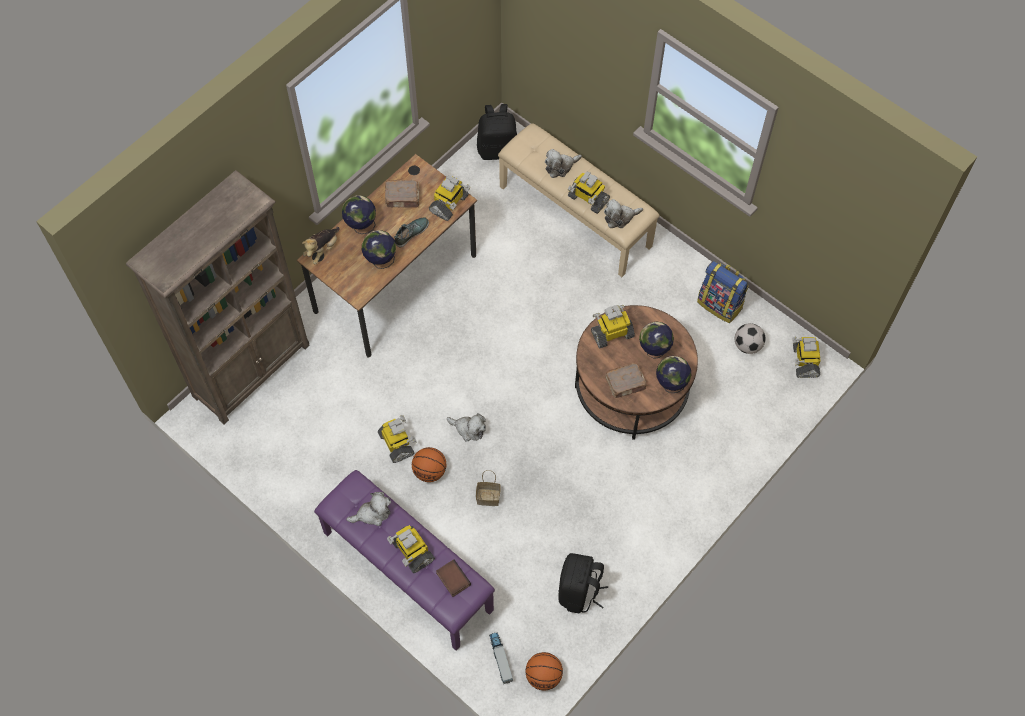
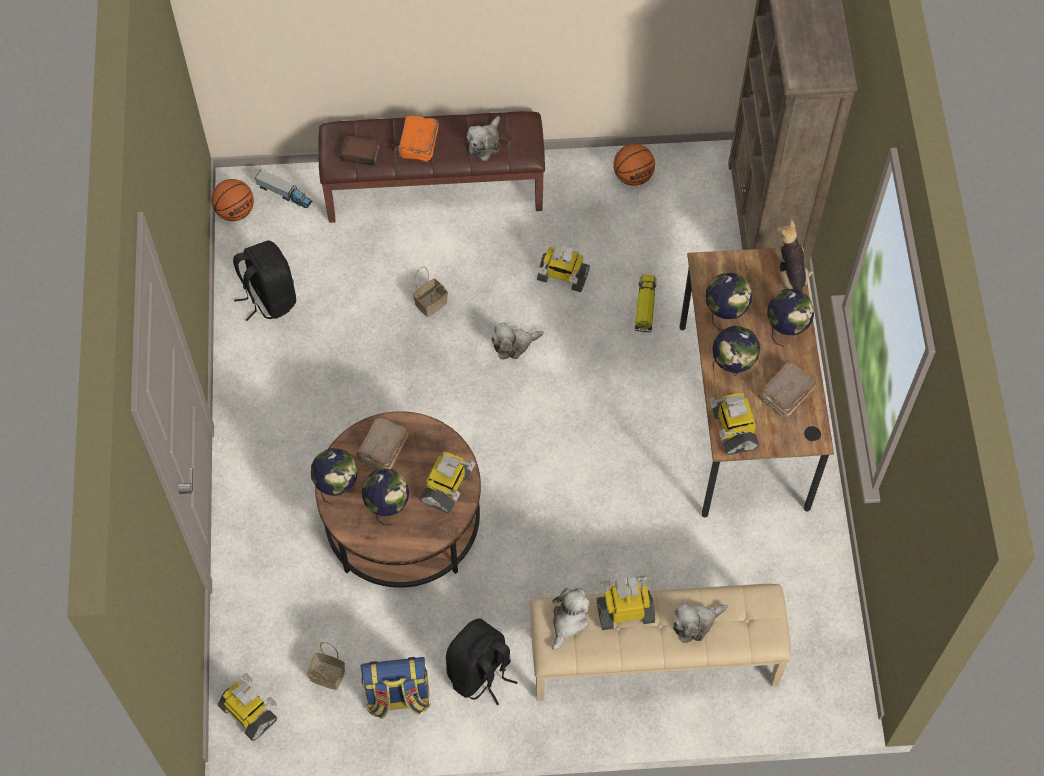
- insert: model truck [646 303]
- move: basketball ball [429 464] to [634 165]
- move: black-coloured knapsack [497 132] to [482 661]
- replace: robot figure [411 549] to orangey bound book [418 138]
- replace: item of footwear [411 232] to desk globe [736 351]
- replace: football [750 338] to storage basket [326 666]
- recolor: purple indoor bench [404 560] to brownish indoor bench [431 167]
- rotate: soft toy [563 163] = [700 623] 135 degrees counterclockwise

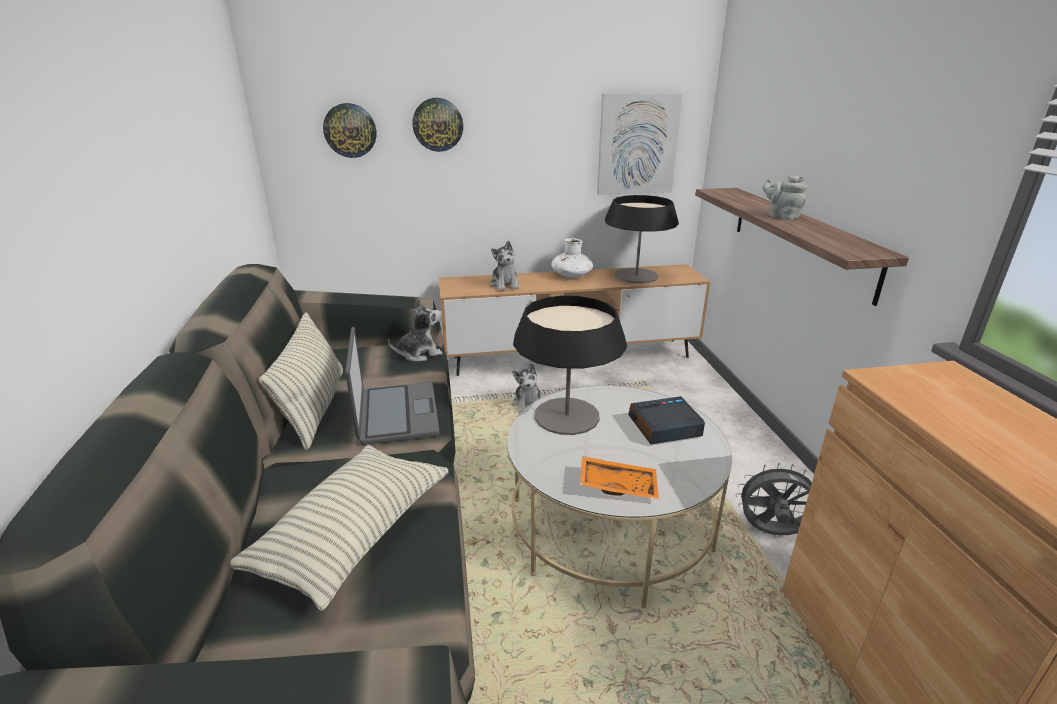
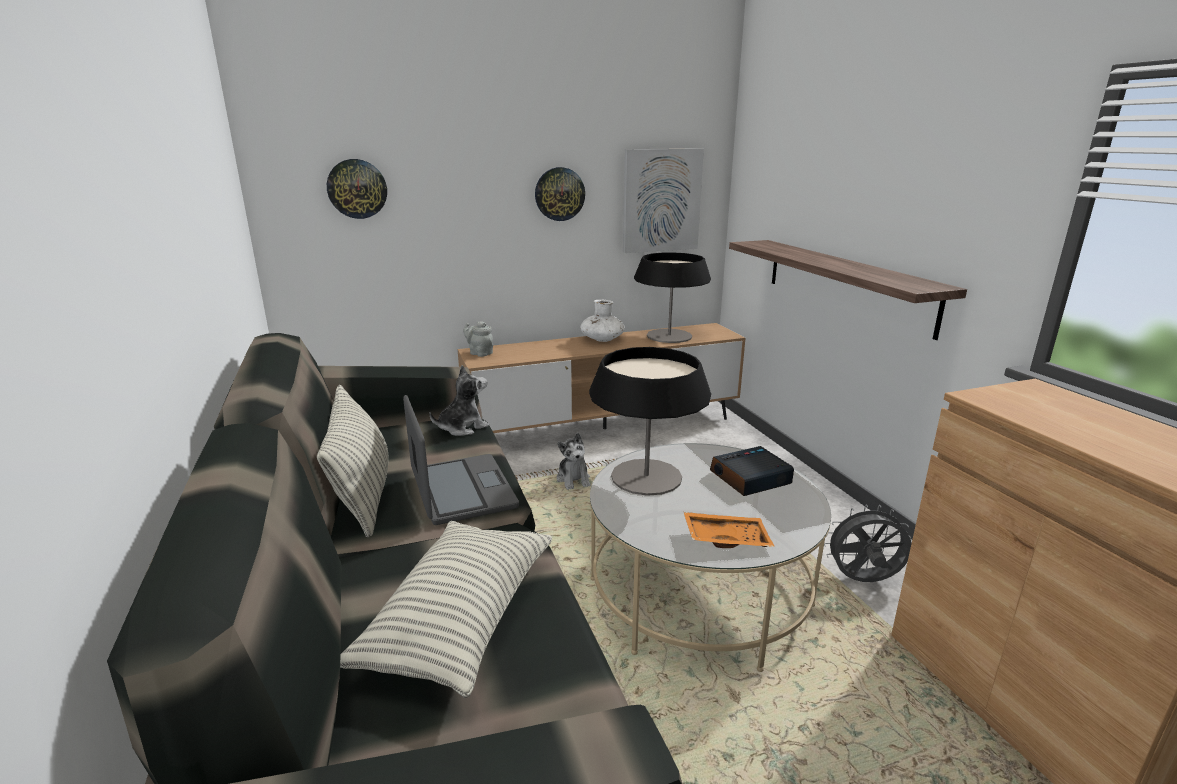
- delete: soft toy [505 266]
- move: clock on the wall [438 125] to [560 194]
- move: gray pot for tea [785 197] to [478 339]

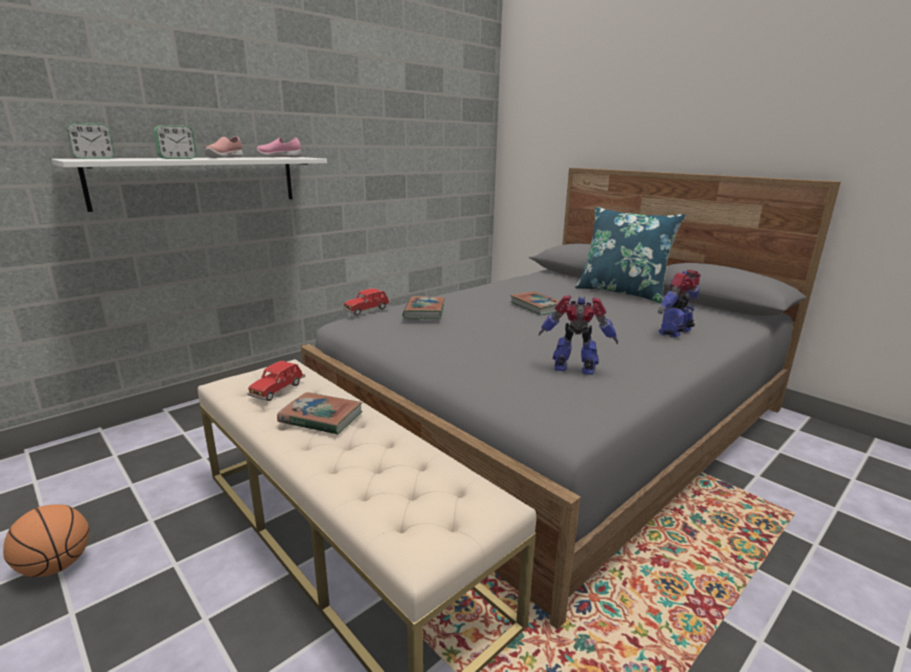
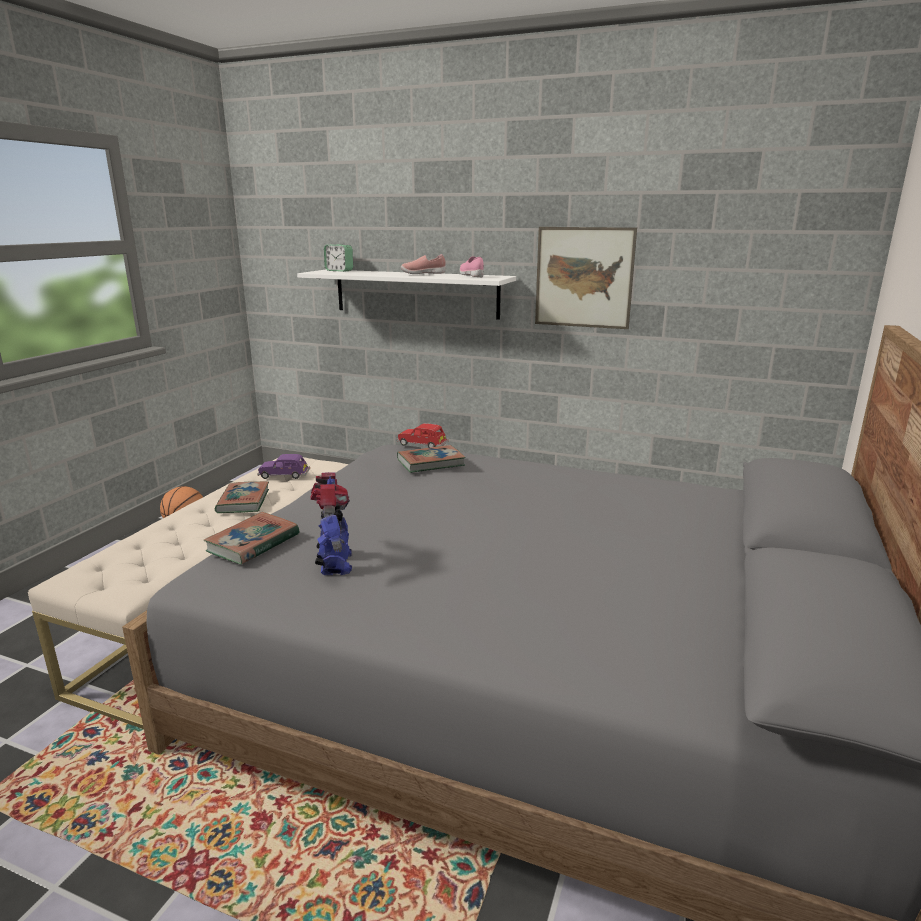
- delete: table clock [175 142]
- delete: blue throw pillow [630 255]
- delete: robot figure [679 304]
- insert: picture [586 278]
- move: bound book [535 303] to [251 538]
- recolor: reddish model car [276 381] to purple model car [283 466]

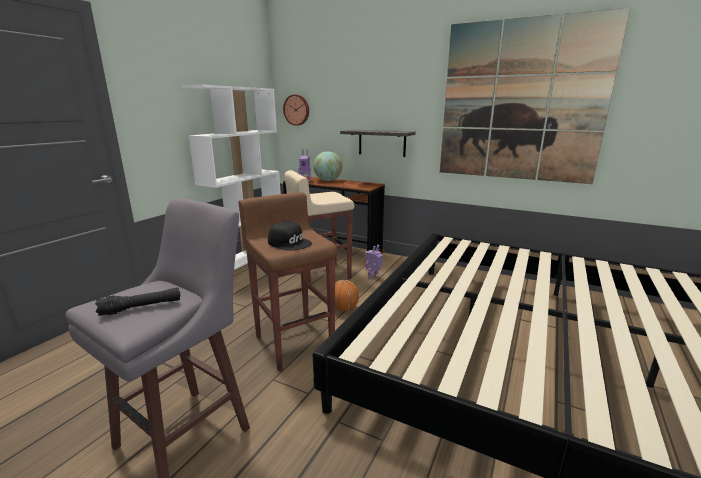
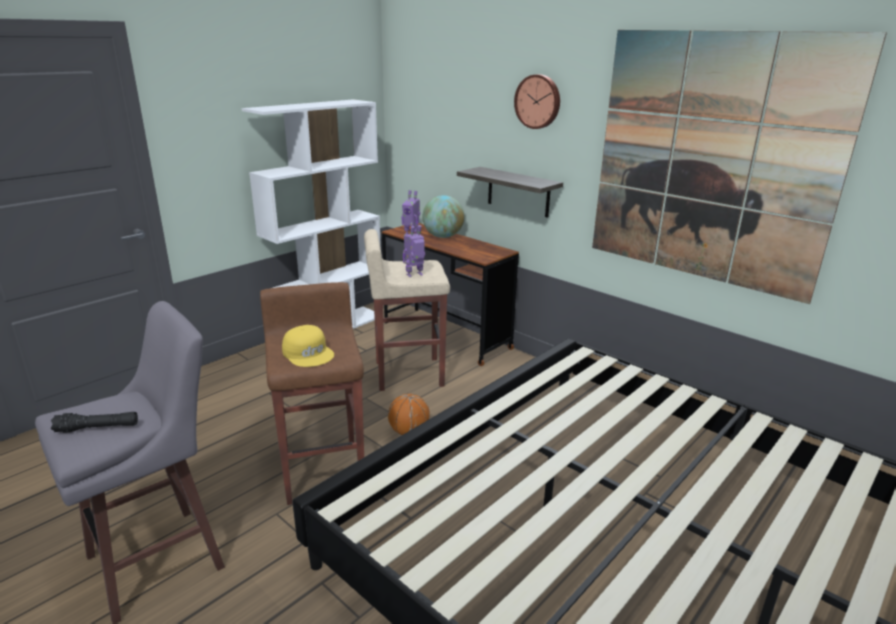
- move: clock on the wall [296 110] to [537 101]
- move: robot figure [374 262] to [414 251]
- recolor: black-coloured cap [290 236] to yellowish cap [308 346]

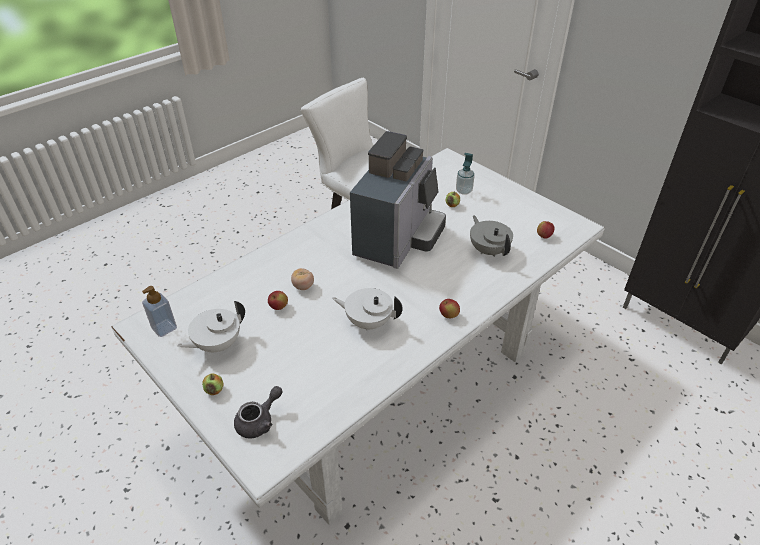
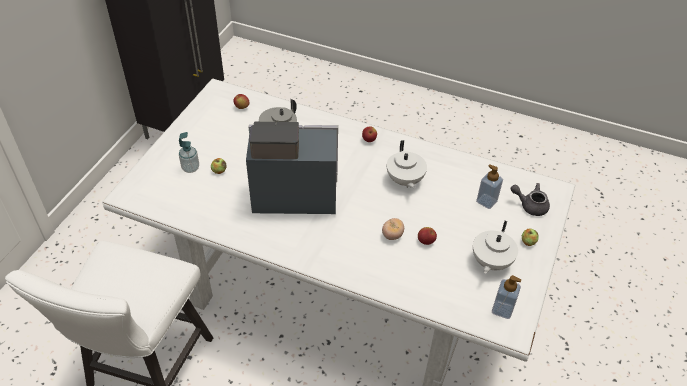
- insert: soap dispenser [489 186]
- rotate: white-coloured pot for tea [211 326] = [495 247] 90 degrees clockwise

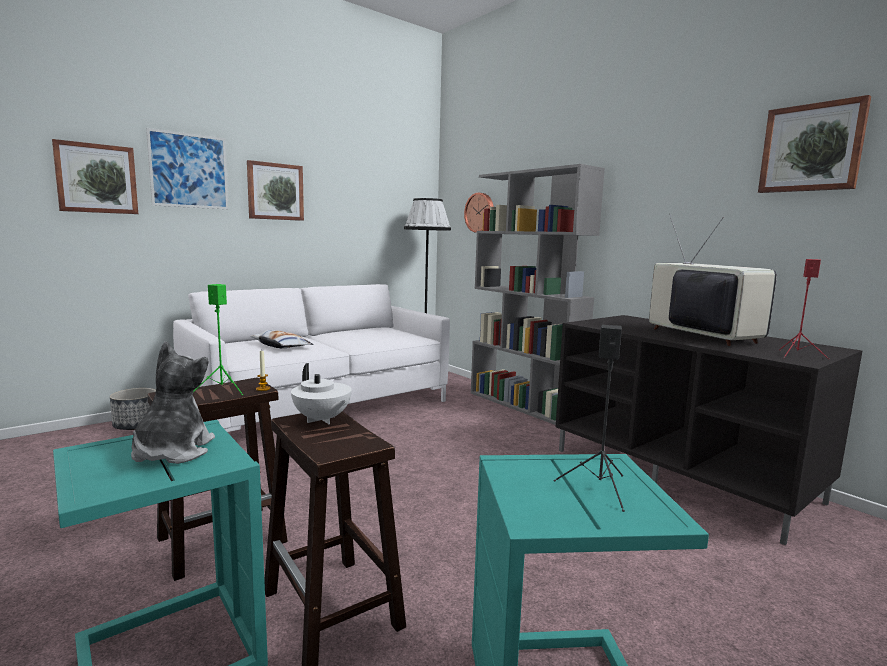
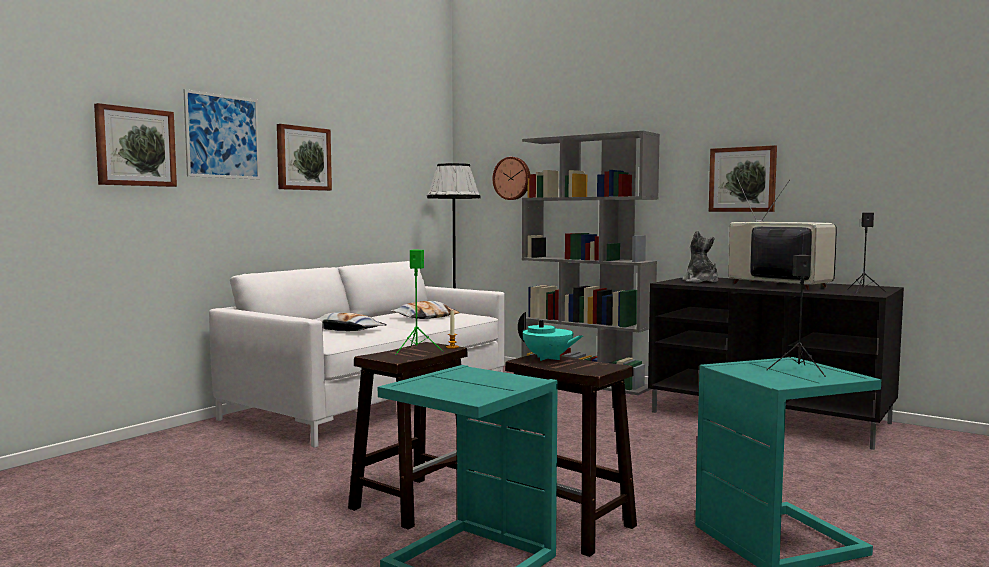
- delete: plant pot [133 409]
- insert: throw pillow [425 310]
- move: soft toy [173 402] to [700 256]
- move: picture [814 144] to [743 178]
- recolor: white-coloured pot for tea [321 393] to turquoise-coloured pot for tea [550 336]
- recolor: reddish loudspeaker [804 309] to black-coloured loudspeaker [867 253]

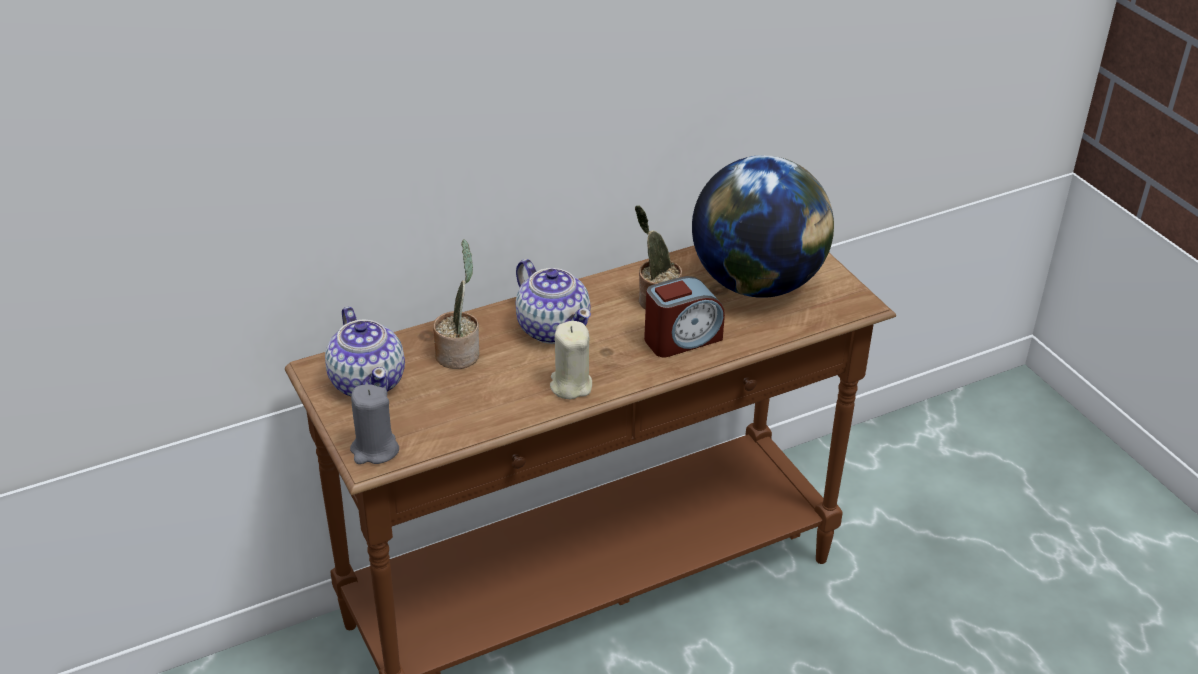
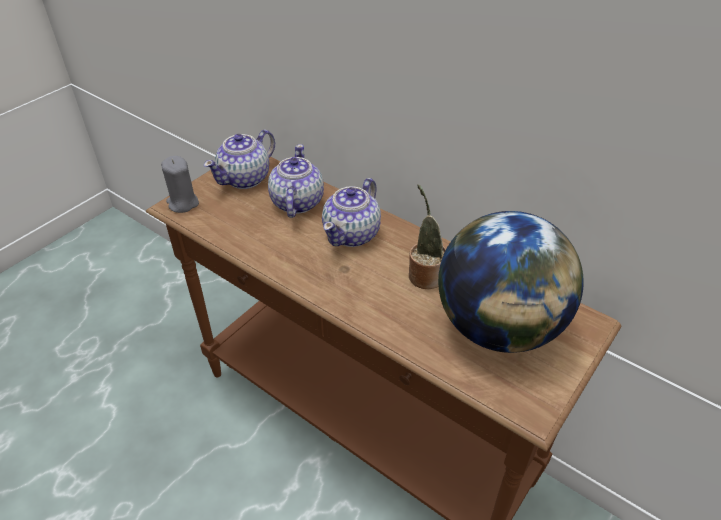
- delete: sand-coloured candle [571 360]
- delete: table clock [684 316]
- replace: potted plant [456 304] to pot for tea [296 181]

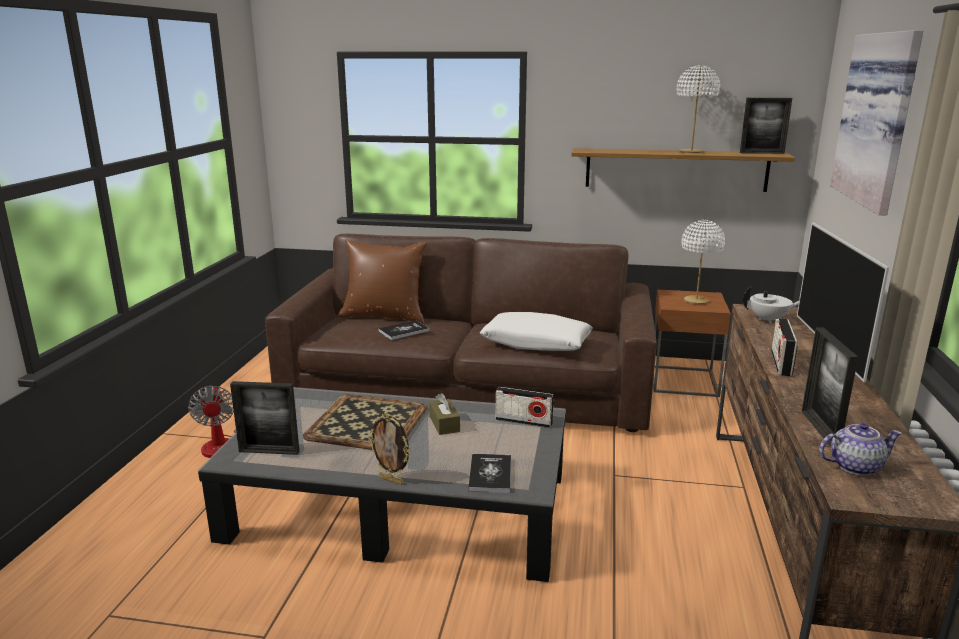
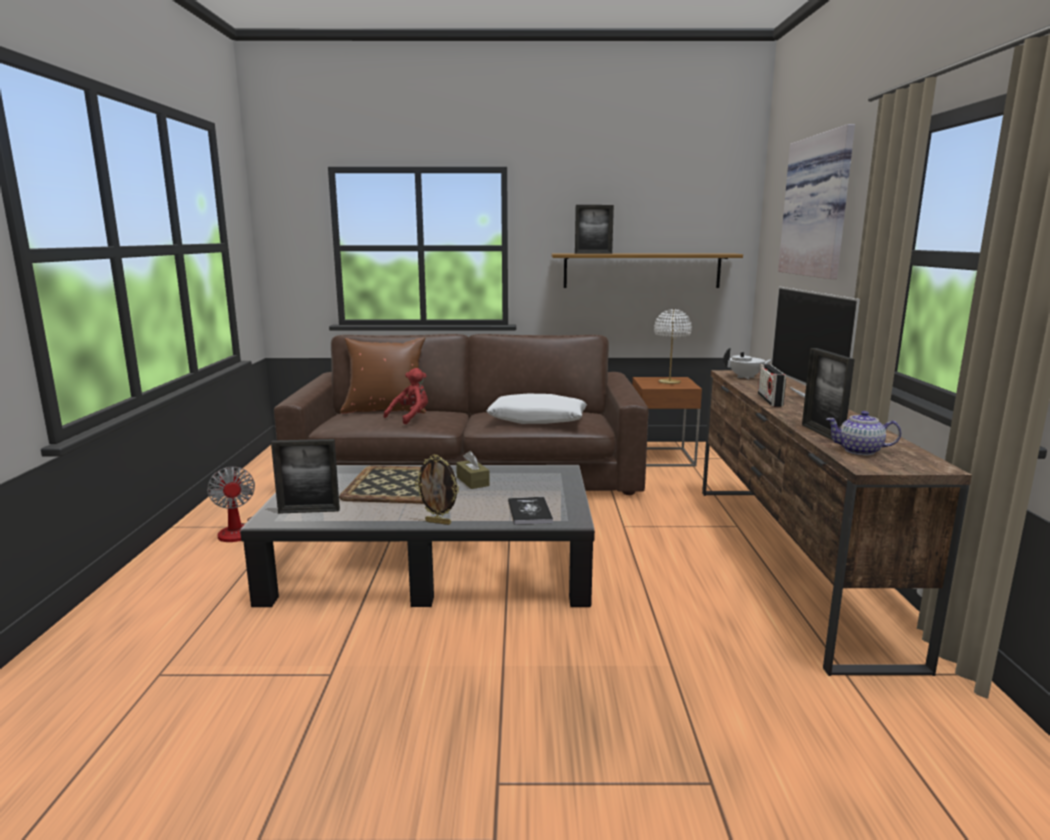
- delete: radio receiver [525 407]
- delete: white-coloured tabletop lamp [698 109]
- move: standing frame [766 126] to [594 229]
- replace: bound book [404 330] to reddish soft toy [405 396]
- rotate: pot for tea [860 449] = [863 433] 150 degrees counterclockwise

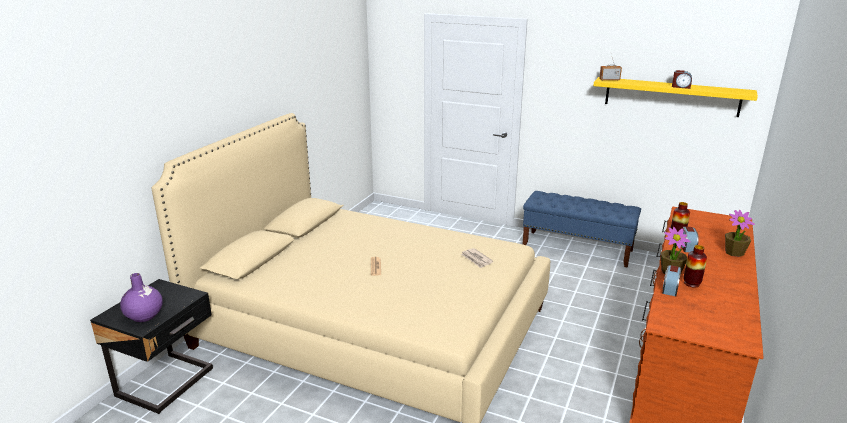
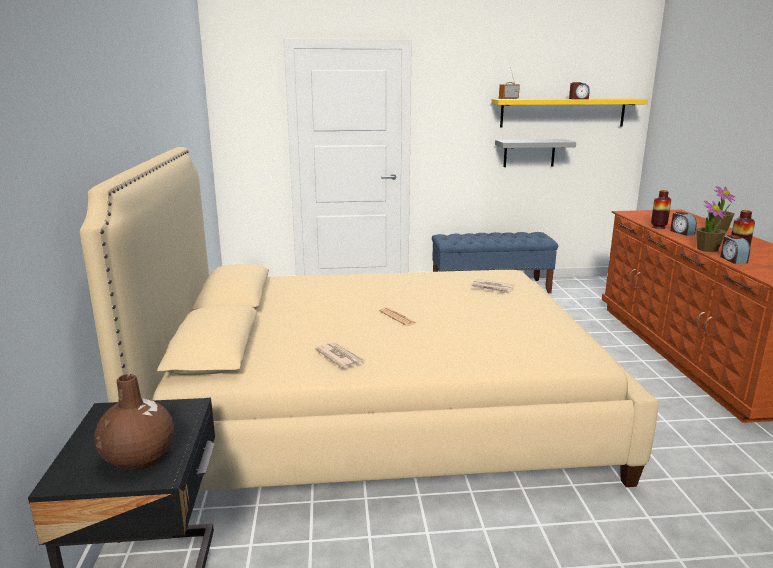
- insert: printed paper [340 355]
- insert: gray wall shelf [535 153]
- recolor: purple vase [141 297] to brownish vase [134 422]

